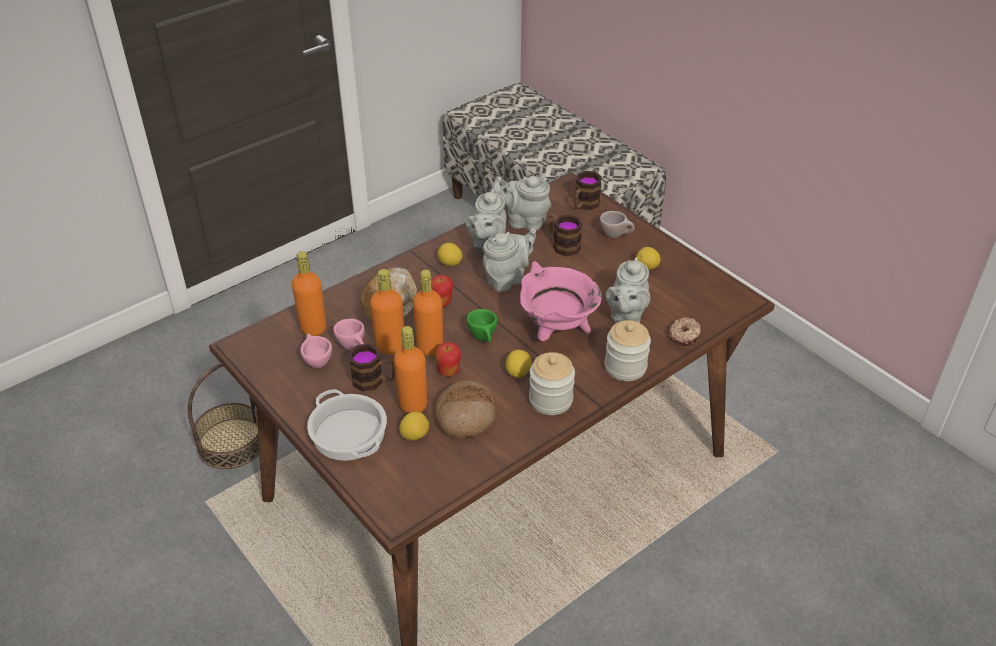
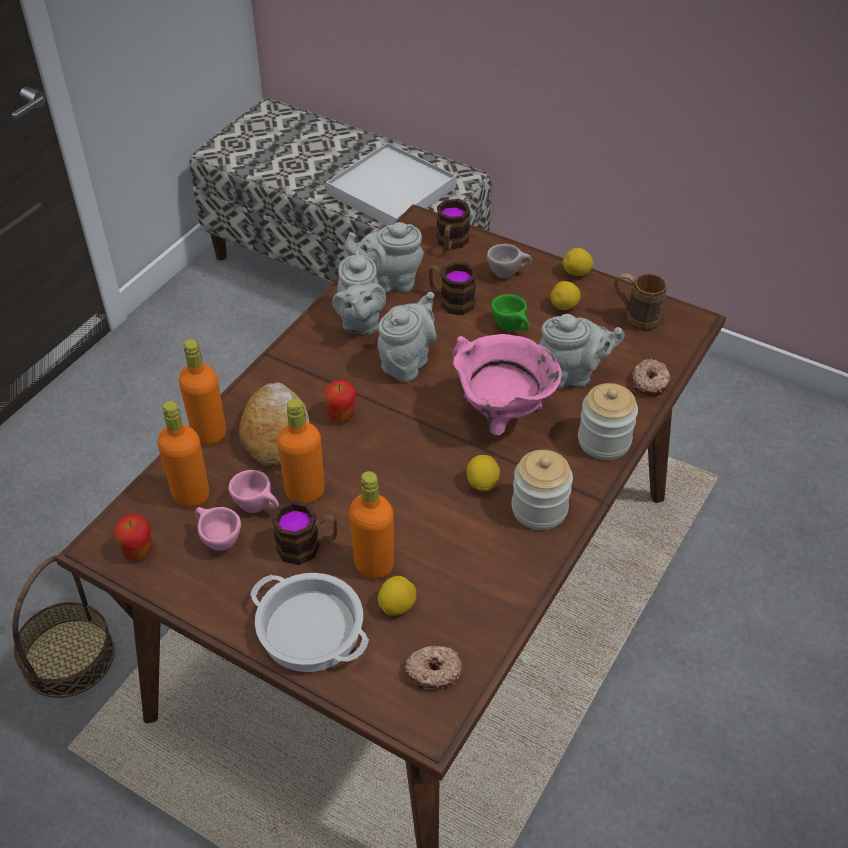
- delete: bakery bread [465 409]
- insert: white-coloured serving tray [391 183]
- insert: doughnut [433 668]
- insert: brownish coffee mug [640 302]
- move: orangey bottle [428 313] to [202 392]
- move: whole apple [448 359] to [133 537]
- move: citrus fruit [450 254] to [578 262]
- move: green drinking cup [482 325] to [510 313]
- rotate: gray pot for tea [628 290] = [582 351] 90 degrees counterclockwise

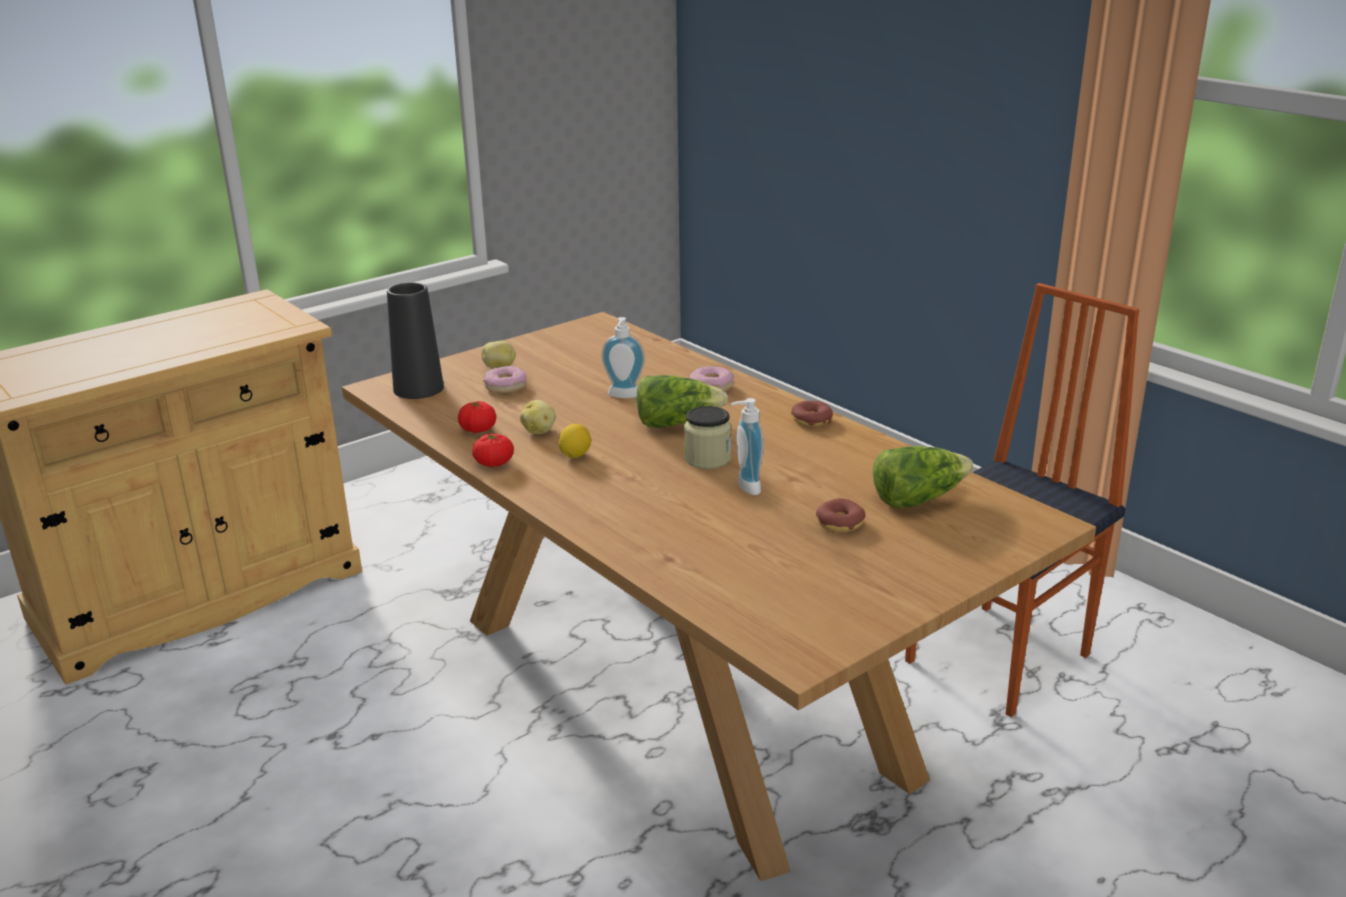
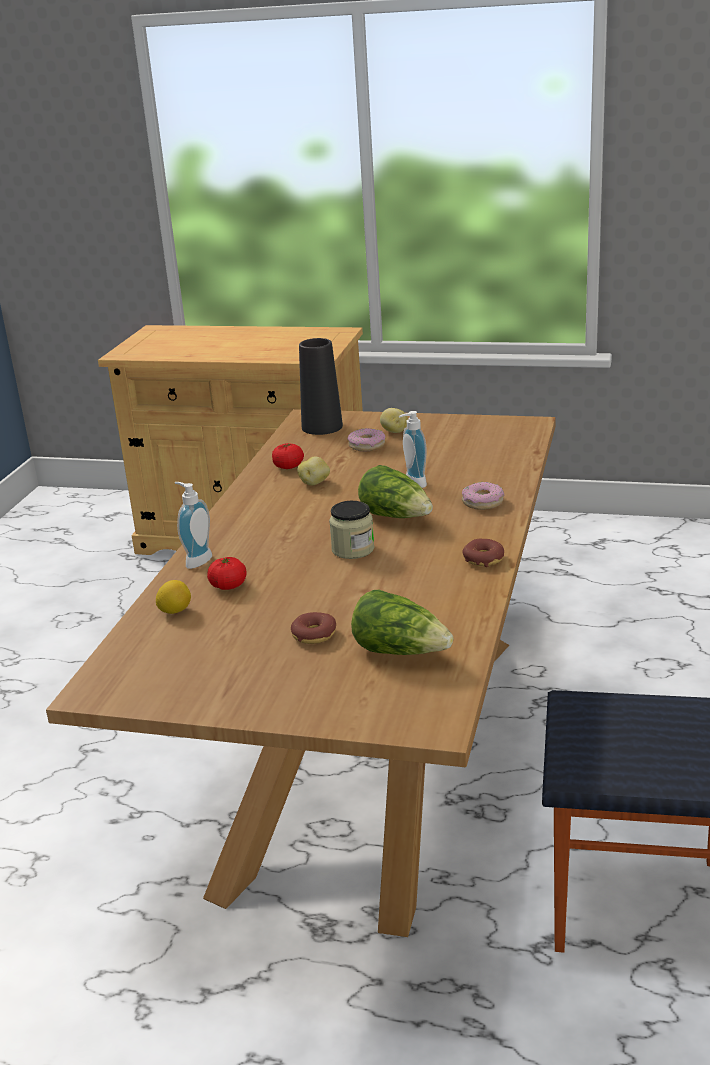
- move: tomato [493 450] to [226 573]
- move: citrus fruit [575 441] to [173 597]
- move: soap dispenser [747 446] to [193 525]

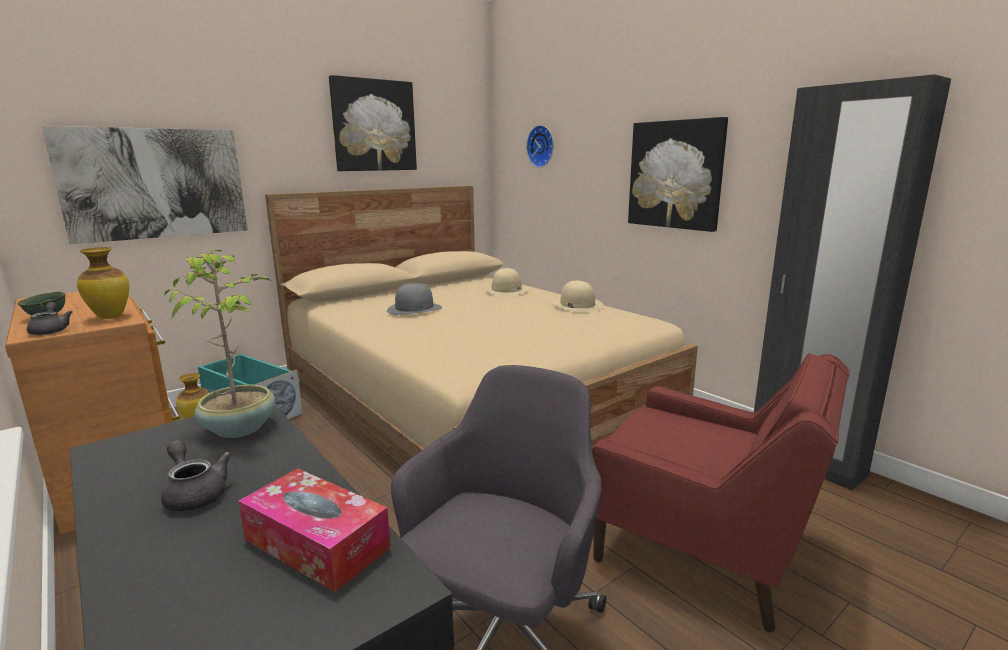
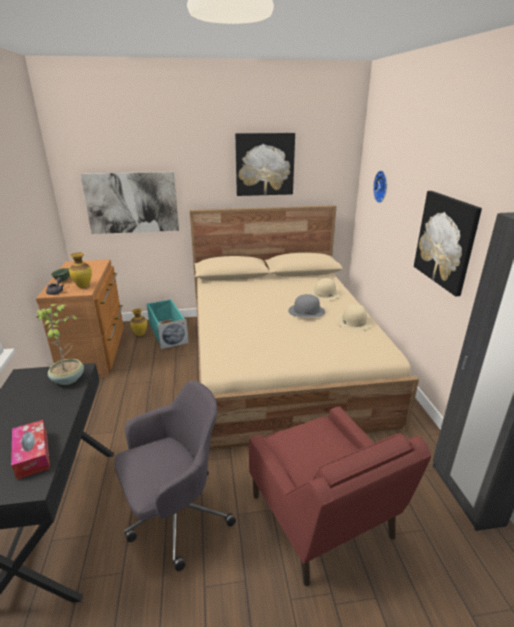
- delete: gray pot for tea [196 476]
- move: gray clothing hat [414 299] to [306 305]

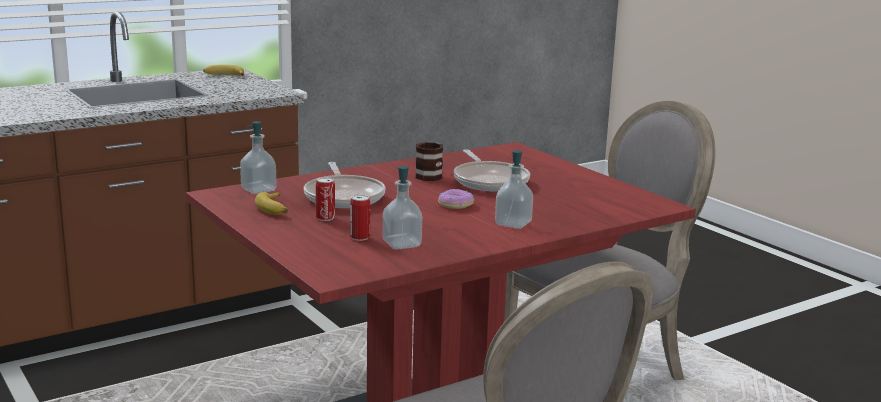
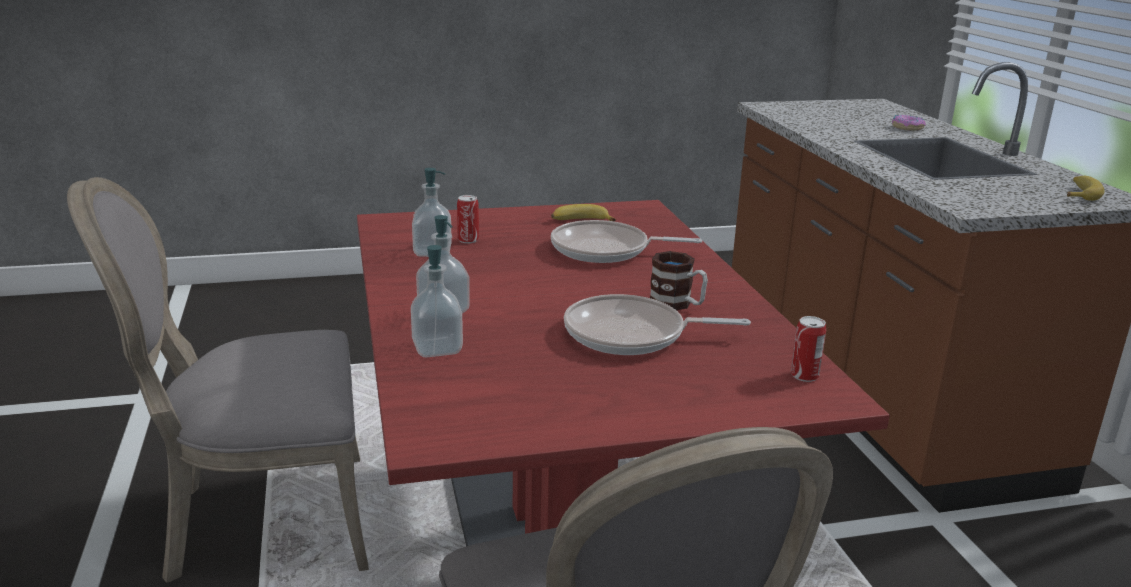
- move: soap dispenser [258 157] to [437 301]
- move: metal can [325 199] to [808 349]
- move: doughnut [456 199] to [909 123]

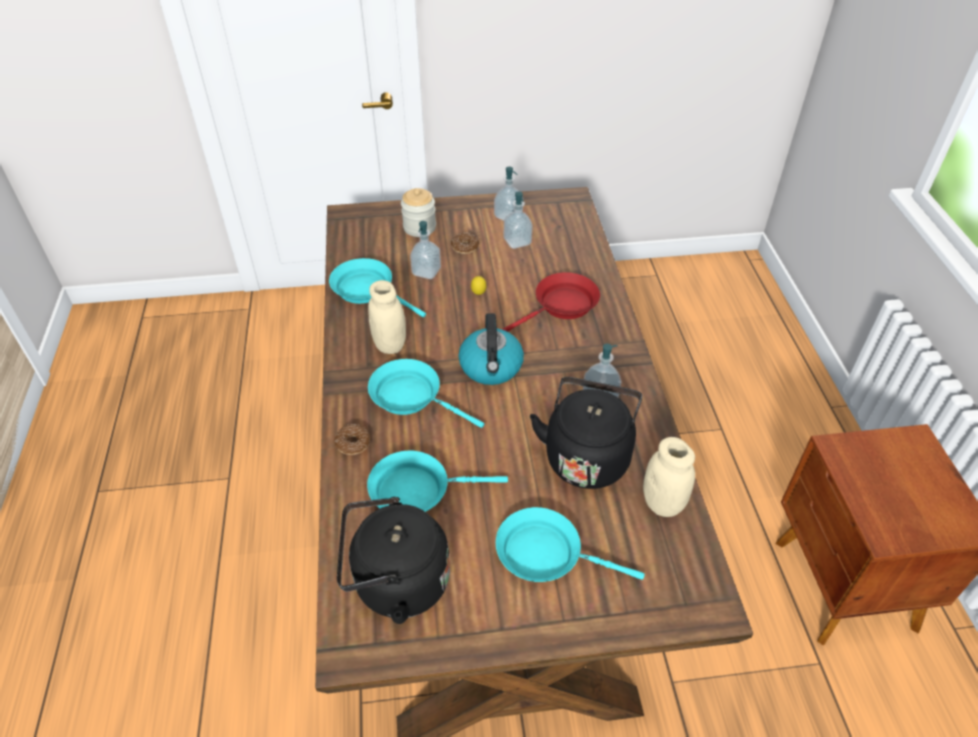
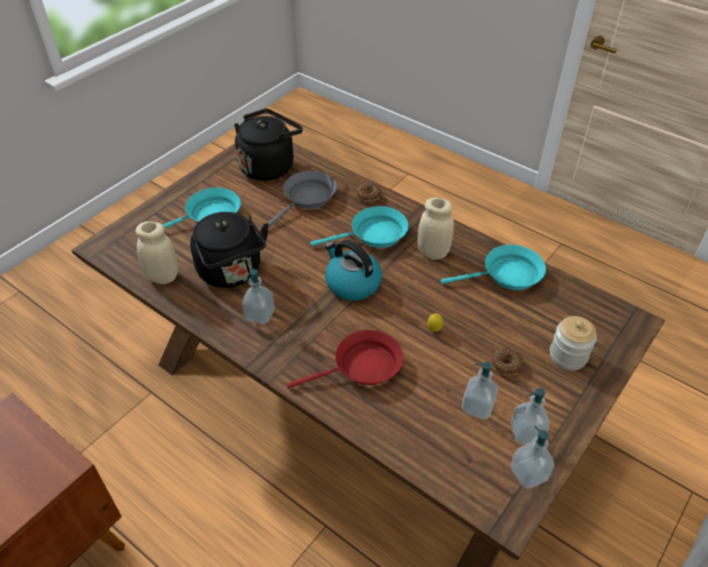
- move: soap dispenser [425 250] to [532 457]
- recolor: turquoise-coloured frying pan [437 481] to gray frying pan [302 199]
- rotate: reddish frying pan [551 302] = [345 359] 120 degrees counterclockwise

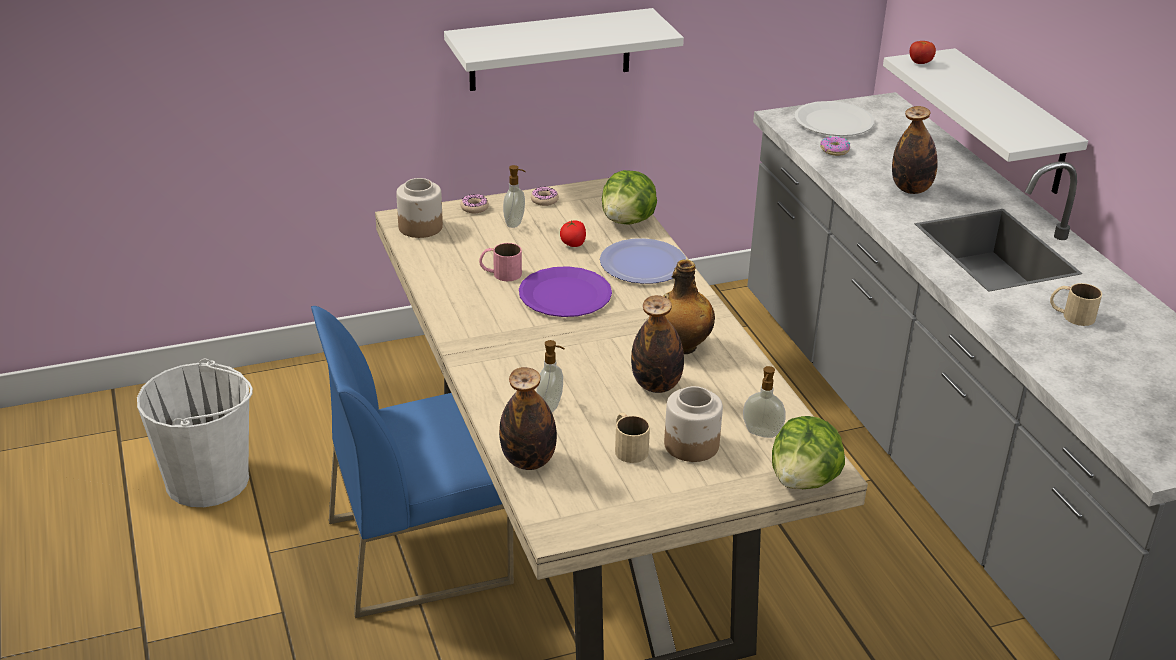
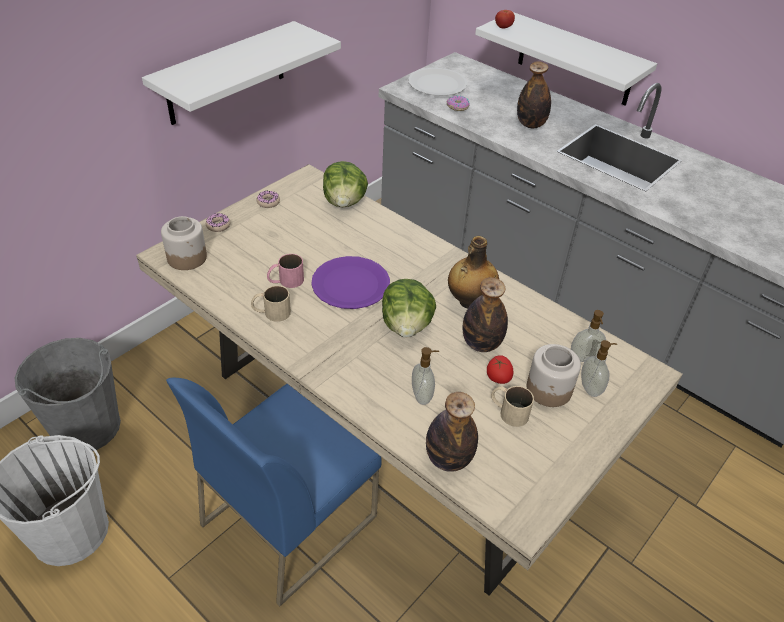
- delete: plate [643 261]
- insert: gray water bucket [68 394]
- move: soap dispenser [514 196] to [599 368]
- move: tomato [573 234] to [500 369]
- move: head of lettuce [808 452] to [409 308]
- move: sand-coloured coffee mug [1076 304] to [271 304]

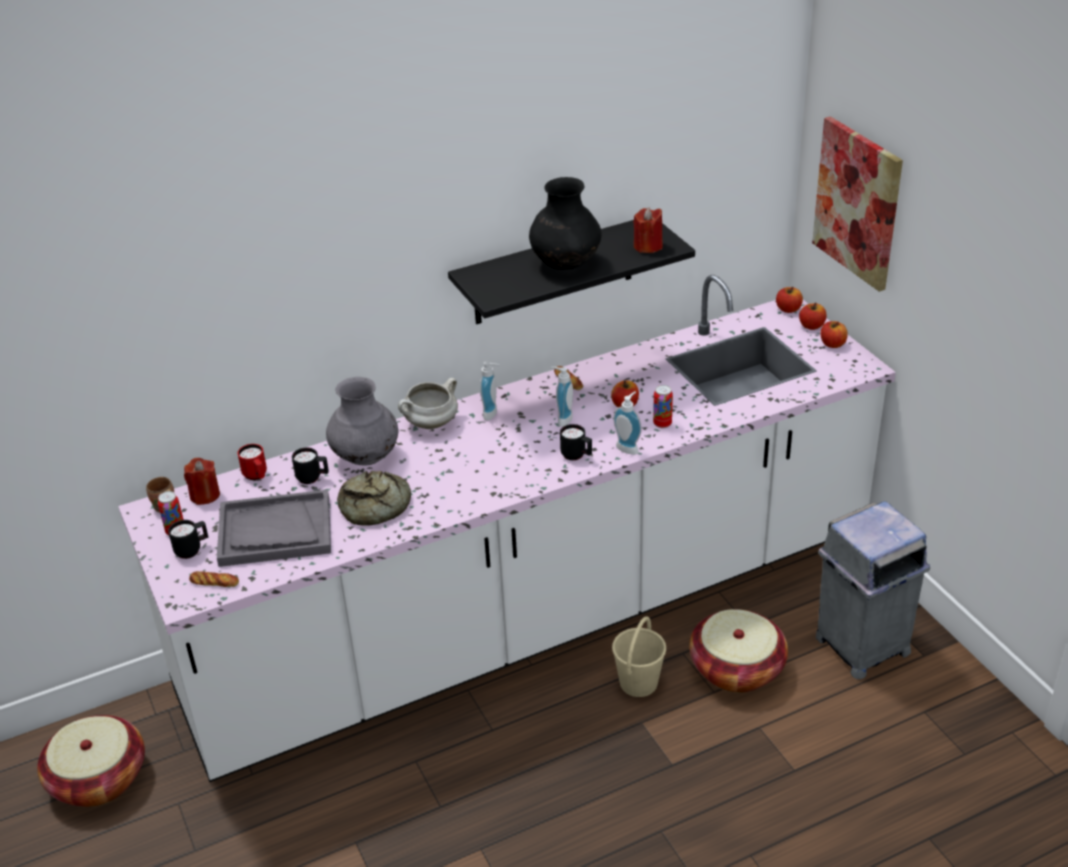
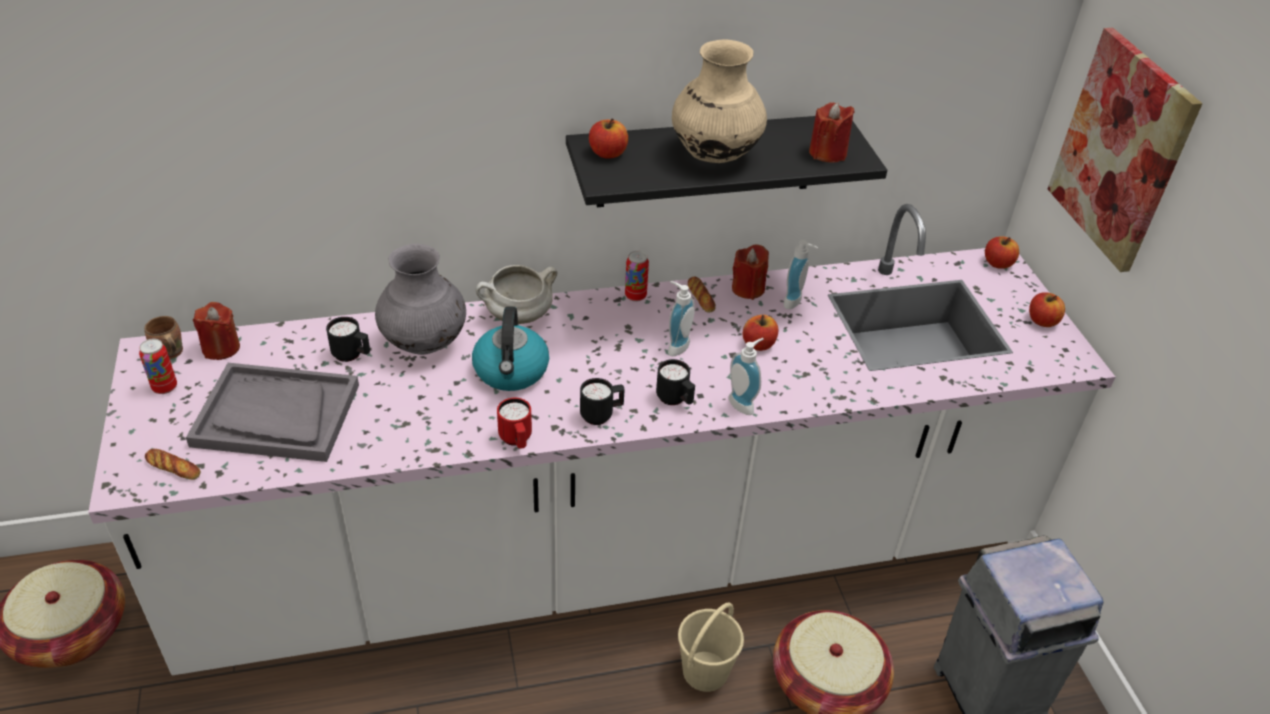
- delete: bakery bread [374 498]
- insert: tea kettle [510 348]
- insert: reddish candle [750 272]
- move: black-coloured coffee mug [188 539] to [602 401]
- move: reddish coffee mug [252 462] to [514 423]
- move: soap dispenser [489 390] to [801 274]
- move: metal can [663 406] to [637 276]
- move: whole apple [813 316] to [608 138]
- recolor: black-coloured vase [565 223] to sand-coloured vase [719 101]

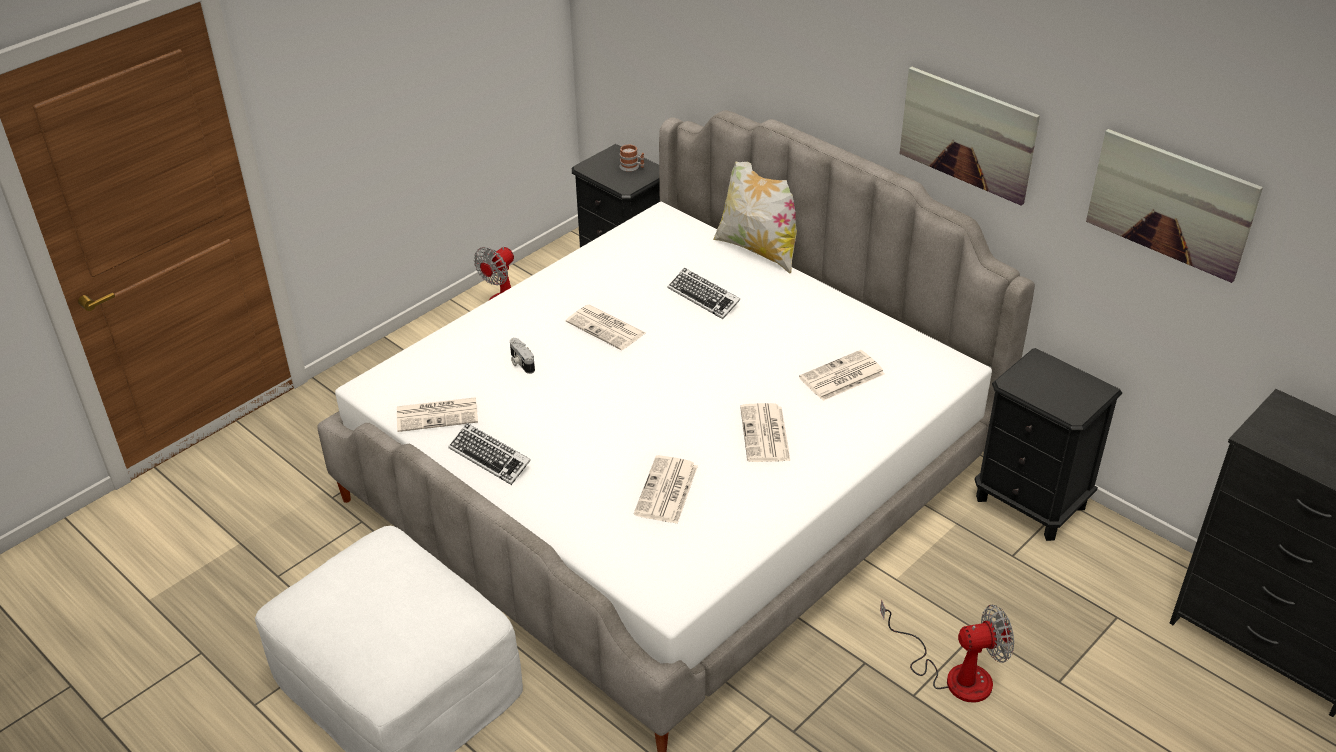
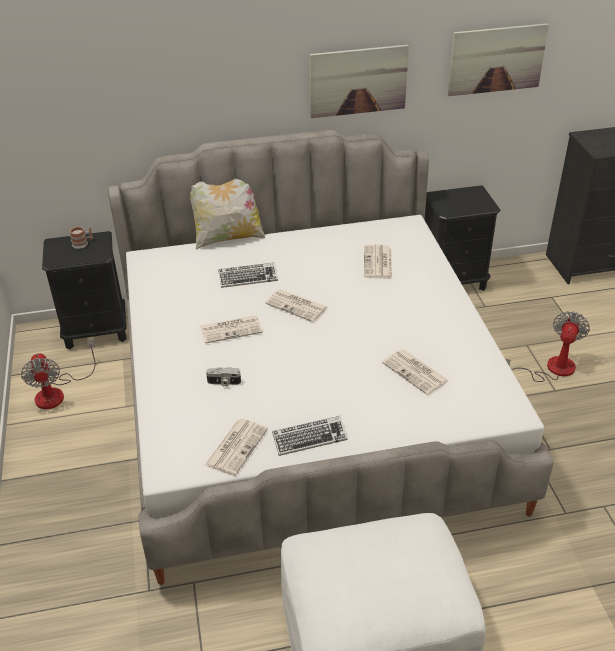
- move: printed paper [765 432] to [296 305]

